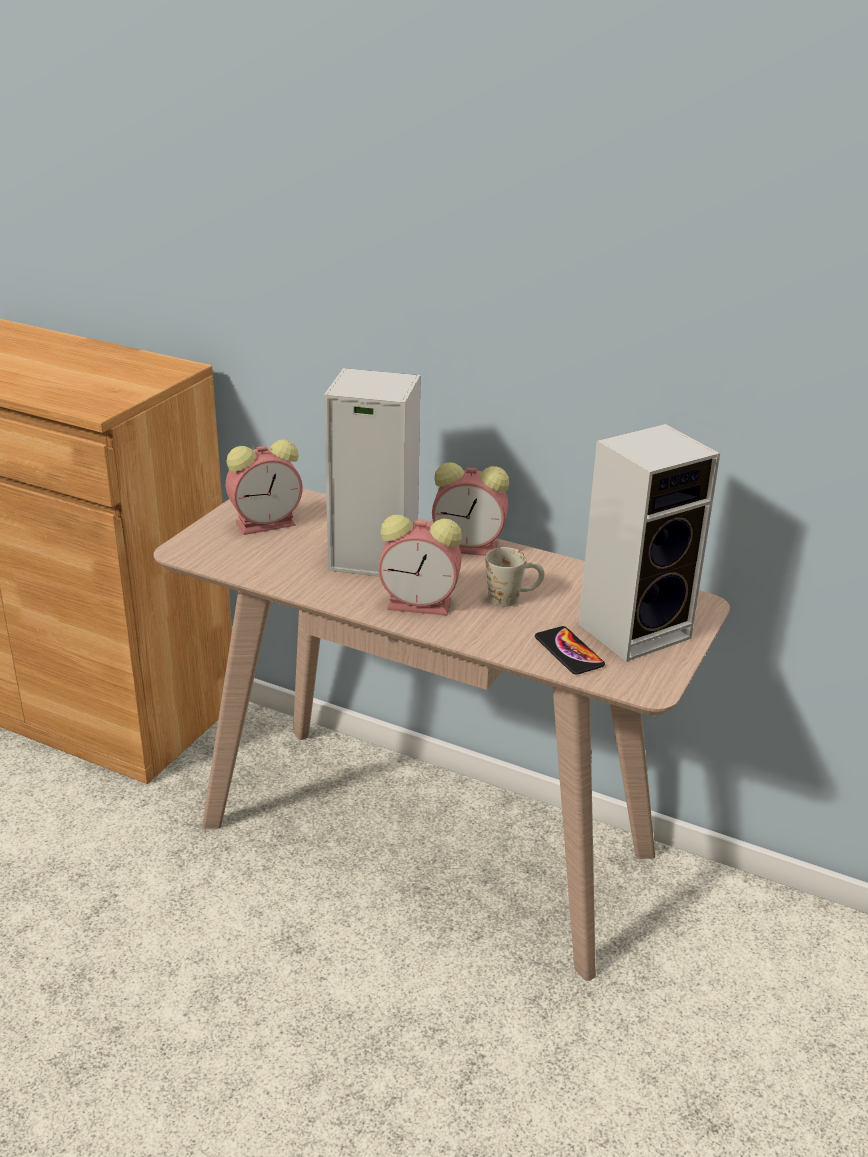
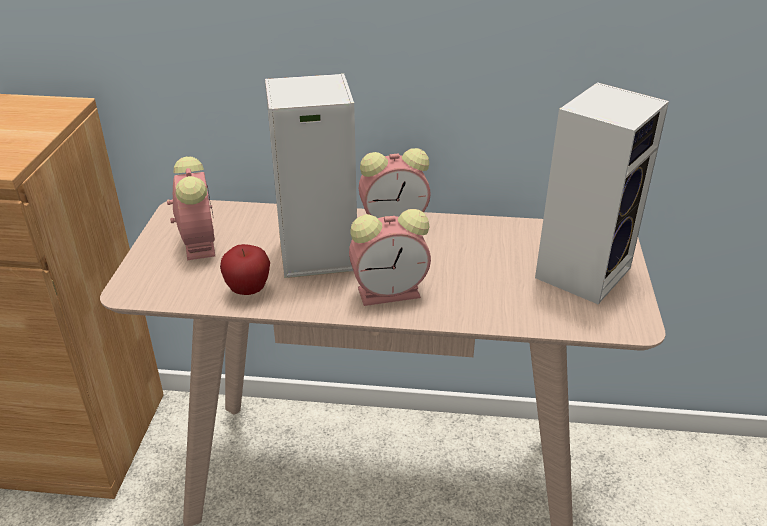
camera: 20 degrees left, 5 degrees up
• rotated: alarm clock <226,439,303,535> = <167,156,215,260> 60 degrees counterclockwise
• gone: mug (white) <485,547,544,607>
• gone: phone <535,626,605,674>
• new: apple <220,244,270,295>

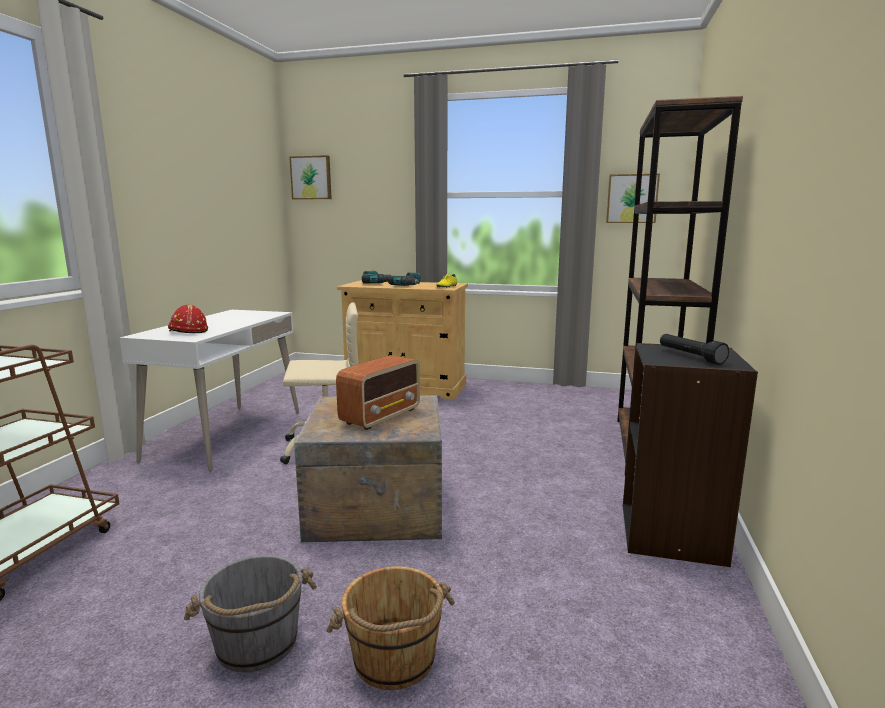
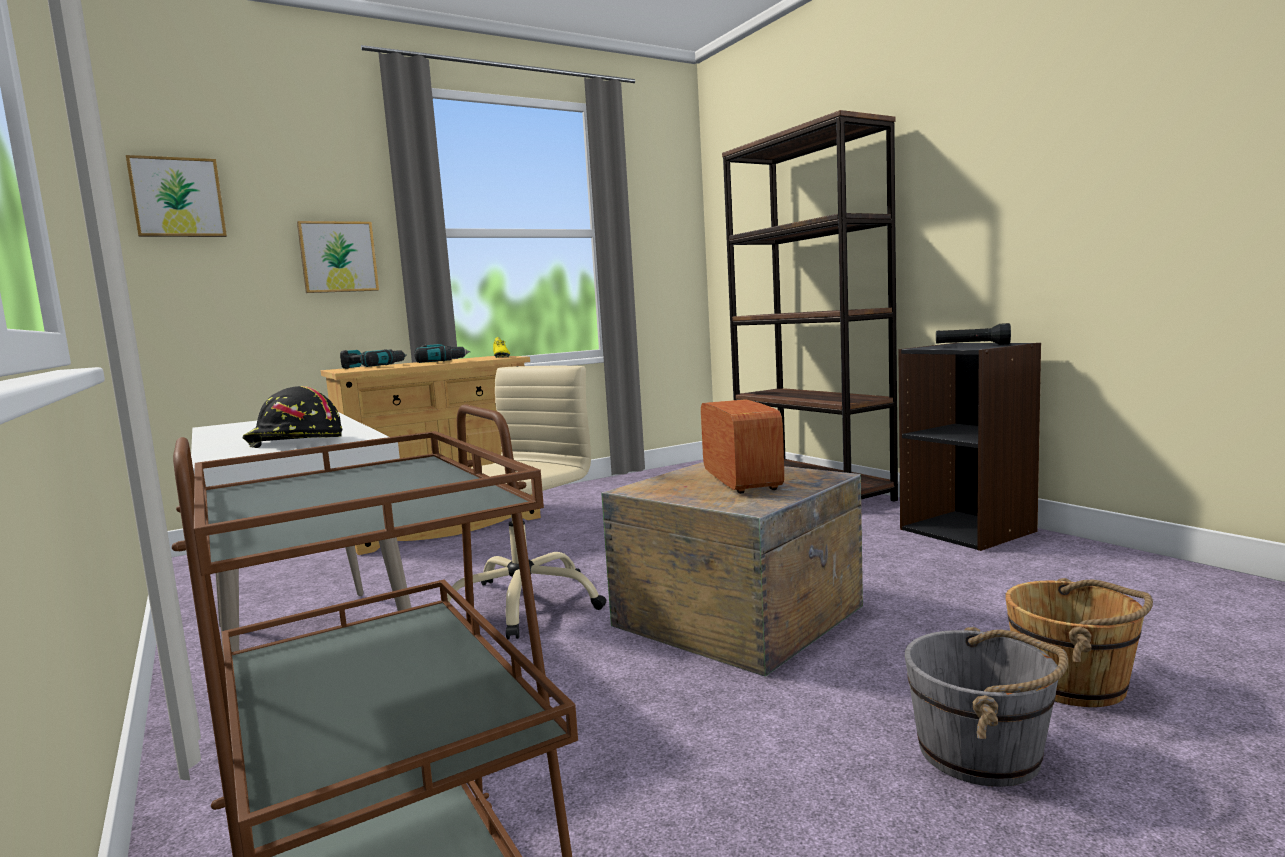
camera: 45 degrees left, 5 degrees down
• repainted: hard hat (red) <168,305,208,333> to hard hat (black) <243,386,342,448>
• shifted: picture <606,174,660,223> to <297,221,379,293>

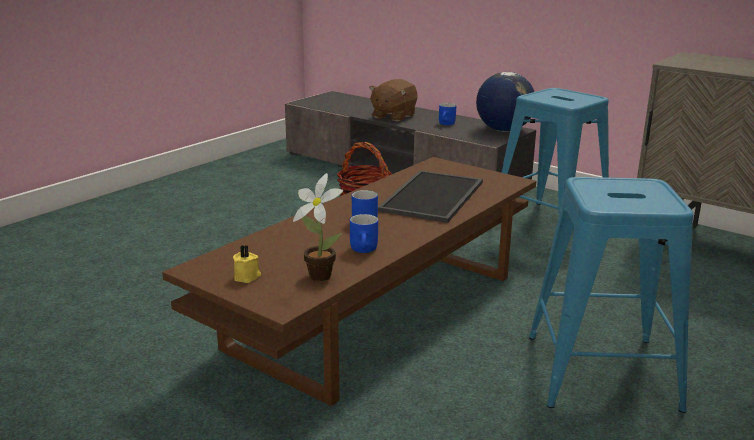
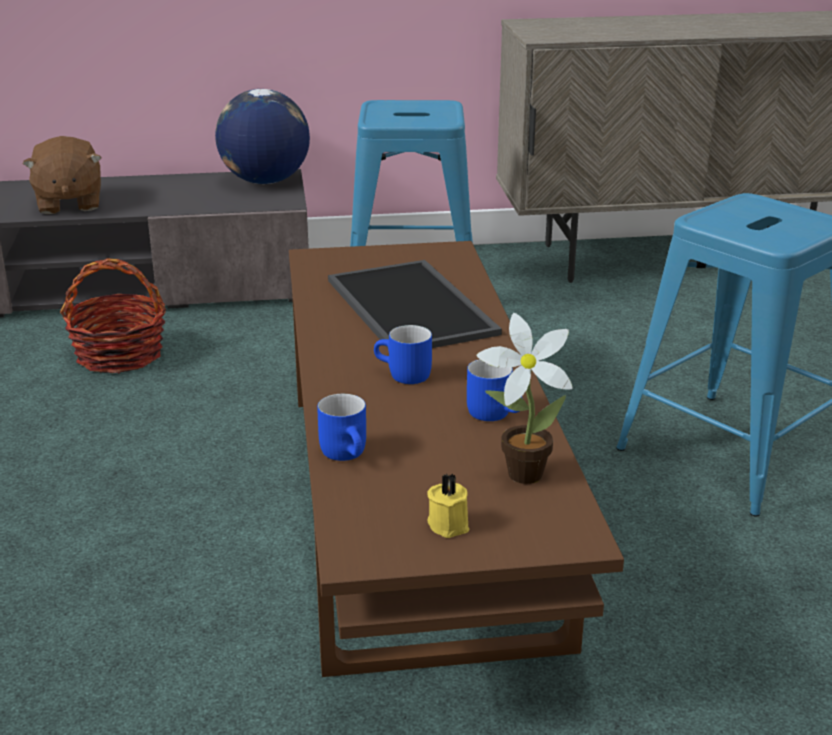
camera: 45 degrees left, 5 degrees up
• shifted: mug (blue) <439,103,456,125> to <317,394,366,461>

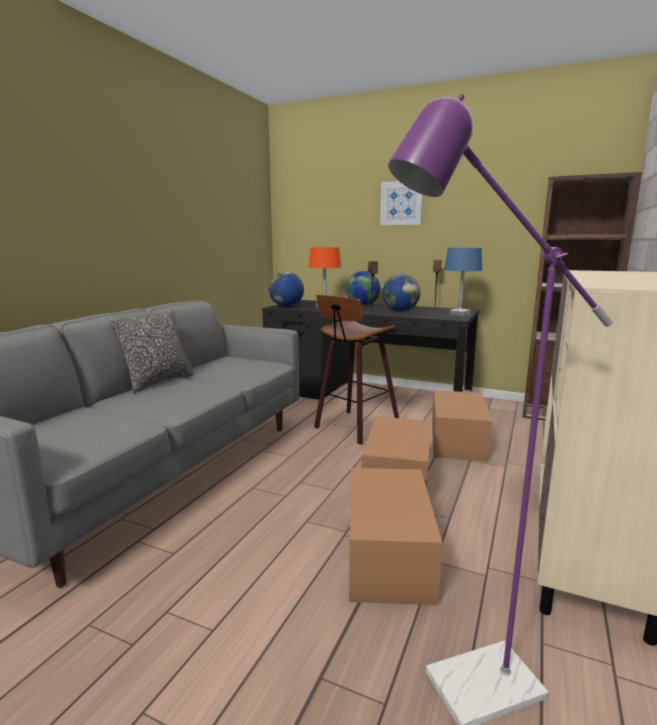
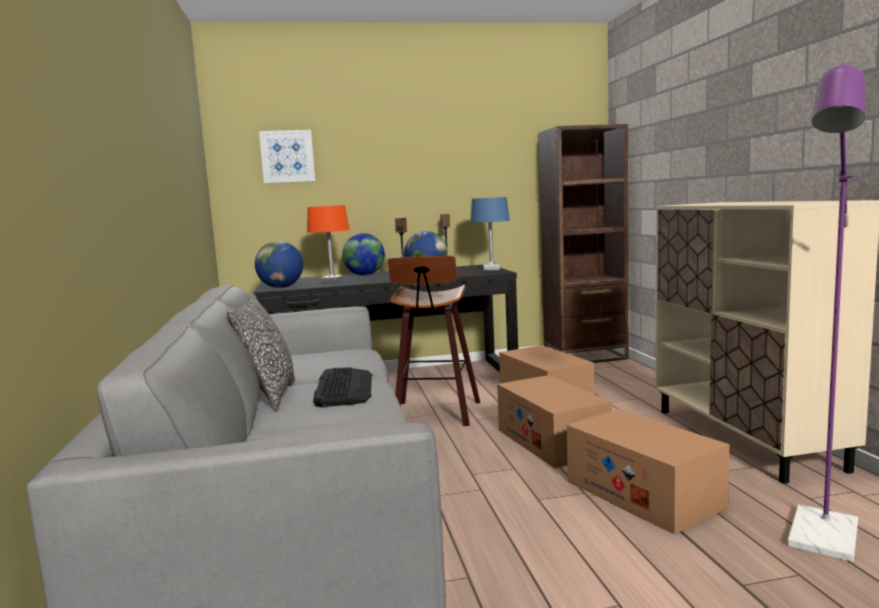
camera: 35 degrees left, 5 degrees down
• shifted: picture <380,181,423,225> to <259,130,315,183>
• new: keyboard <313,367,372,407>

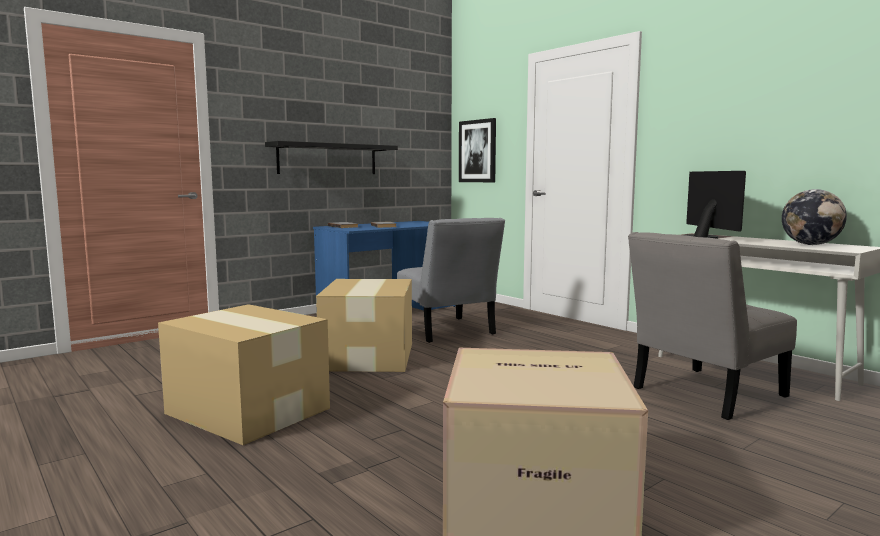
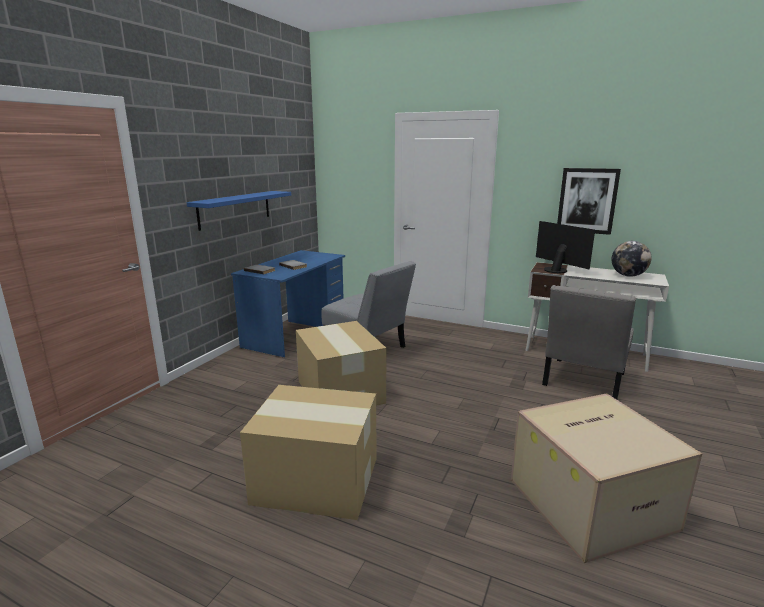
camera: 25 degrees left, 10 degrees up
• repainted: shelf (black) <265,141,398,174> to shelf (blue) <187,191,291,231>
• shifted: picture <459,118,496,182> to <557,168,621,235>

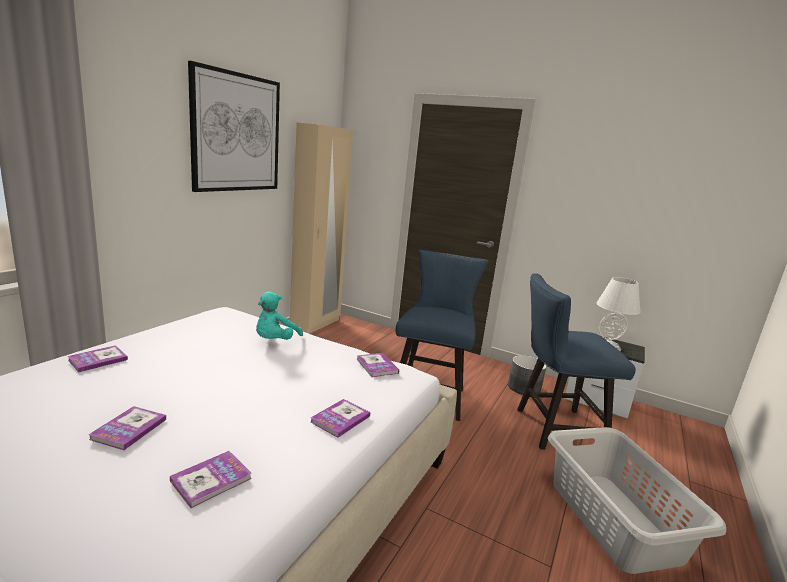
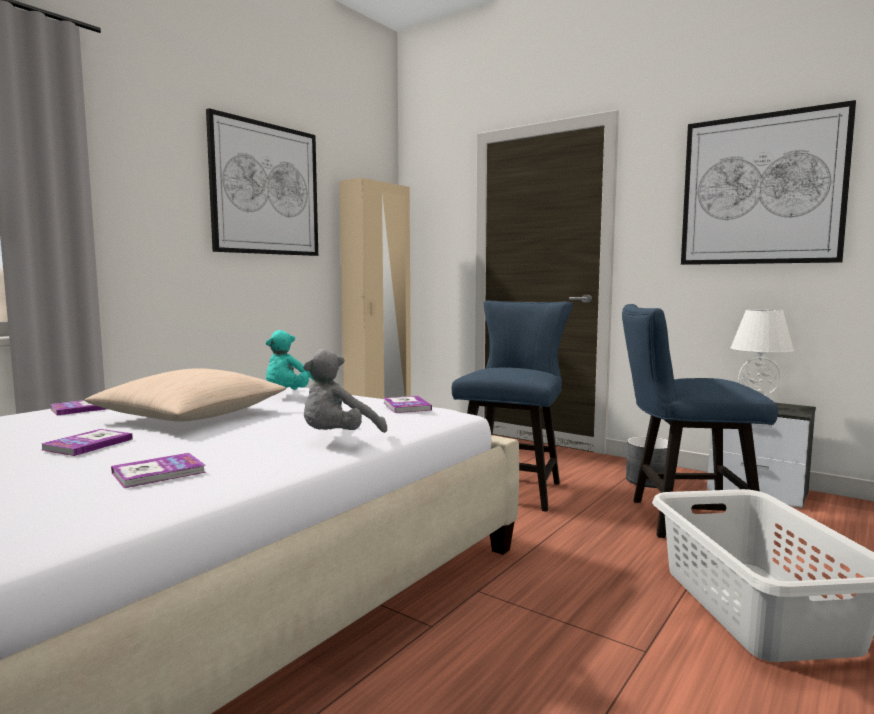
camera: 10 degrees right, 10 degrees down
• swapped: book <310,399,370,438> to plush toy (grey) <303,349,387,433>
• new: pillow (beige) <84,368,286,422>
• new: picture <681,100,856,265>

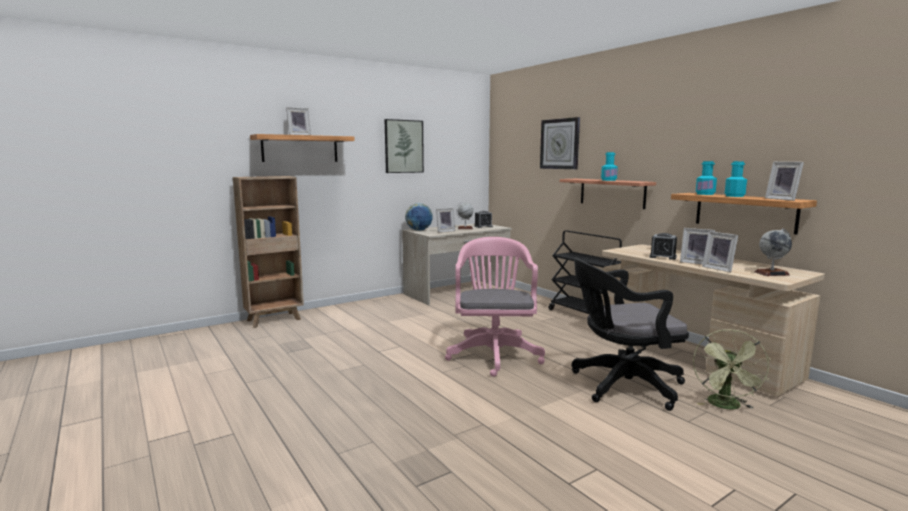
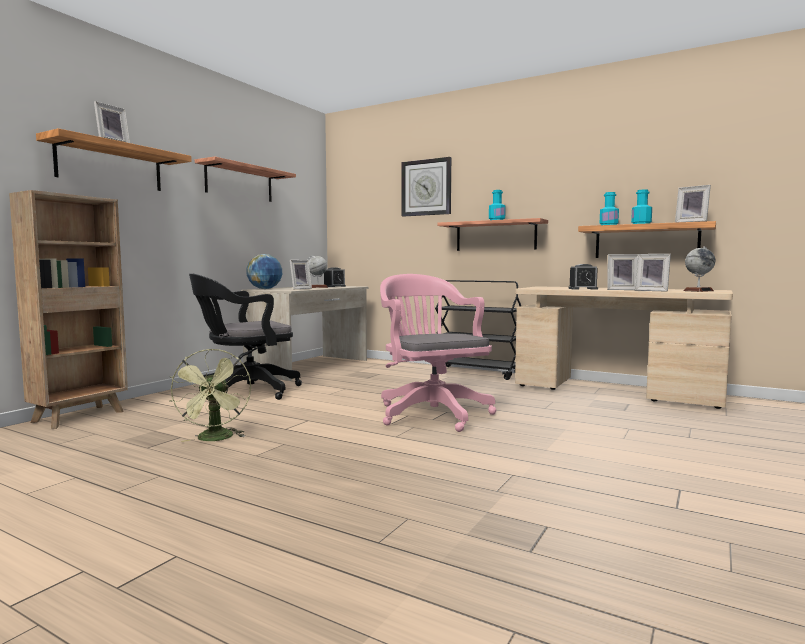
camera: 25 degrees left, 5 degrees down
• swapped: picture <385,119,424,173> to shelf <195,156,296,202>
• shifted: office chair (black) <571,257,689,411> to <189,274,302,400>
• shifted: fan (green) <693,329,771,409> to <169,348,251,442>

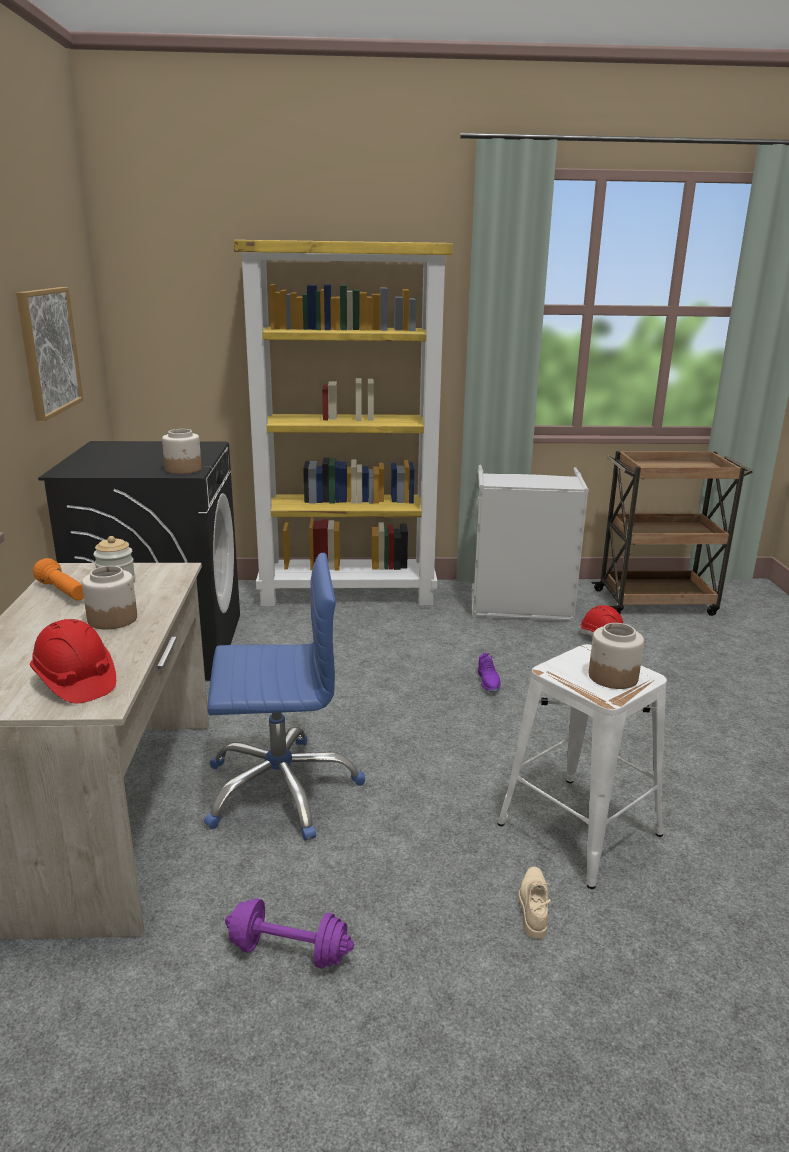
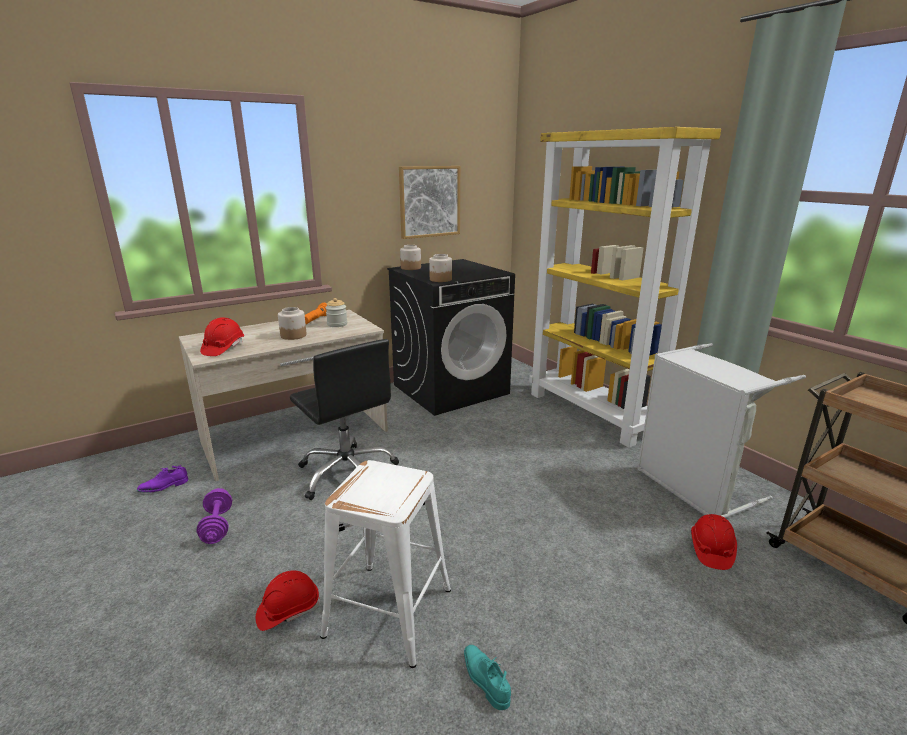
camera: 60 degrees right, 0 degrees up
• repainted: office chair (blue) <204,553,365,841> to office chair (black) <290,339,399,500>
• shifted: shoe (purple) <478,652,501,692> to <137,465,188,493>
• swapped: shoe (beige) <518,867,552,939> to hard hat (red) <256,571,320,631>
• shifted: jar <589,623,644,689> to <400,245,421,270>
• new: shoe (turquoise) <464,645,511,710>

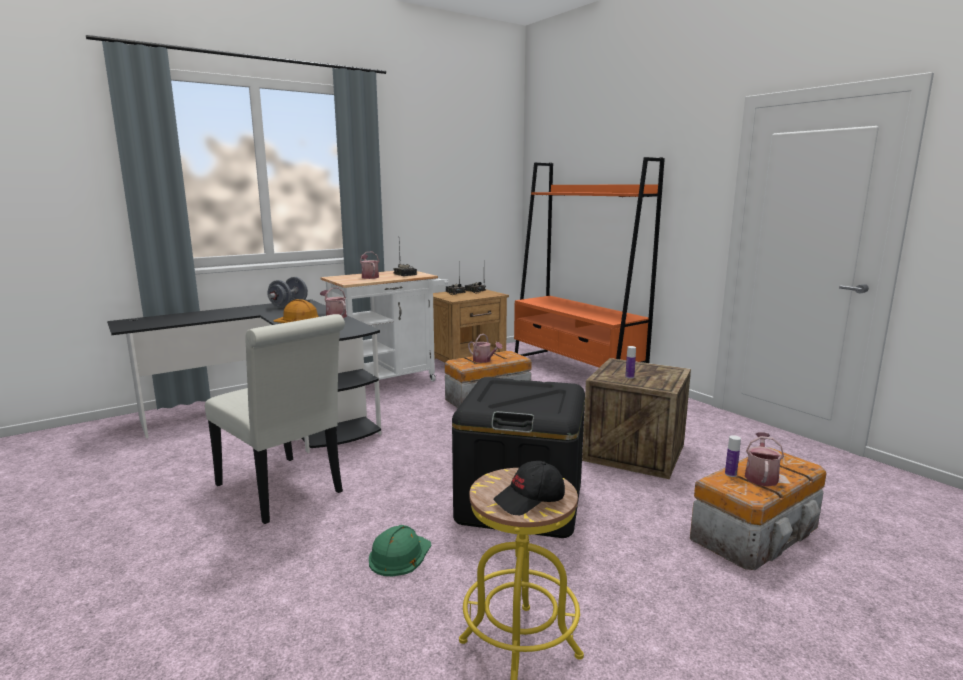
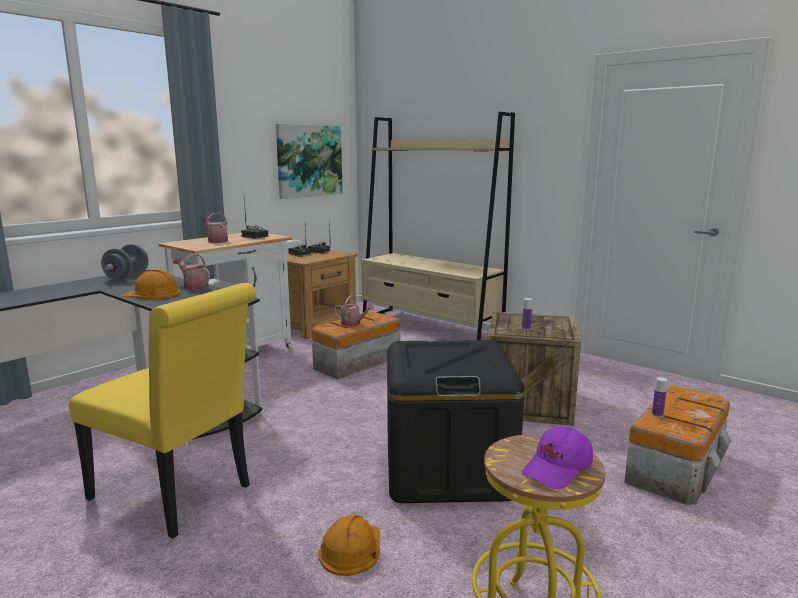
camera: 15 degrees left, 0 degrees up
• repainted: chair (white) <205,314,345,524> to chair (yellow) <69,283,256,539>
• repainted: hard hat (green) <369,525,431,576> to hard hat (orange) <318,514,380,576>
• repainted: cap (black) <493,461,565,515> to cap (purple) <522,426,593,489>
• repainted: bookcase (orange) <514,157,665,368> to bookcase (beige) <362,112,515,340>
• gone: watering can <745,432,784,487>
• new: picture <276,124,343,199>

